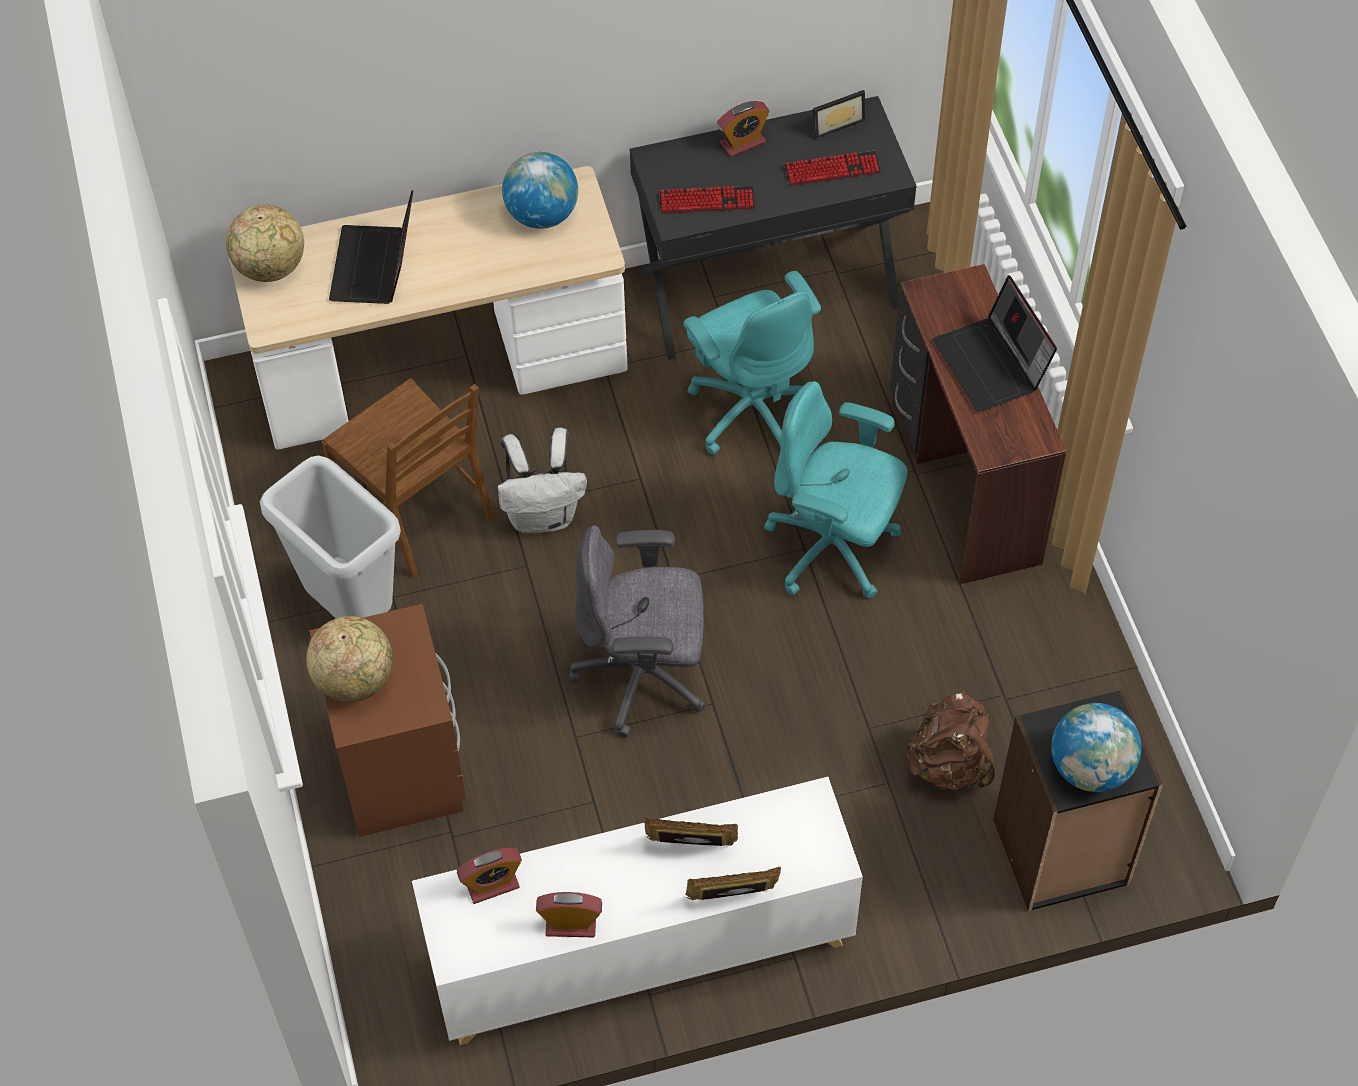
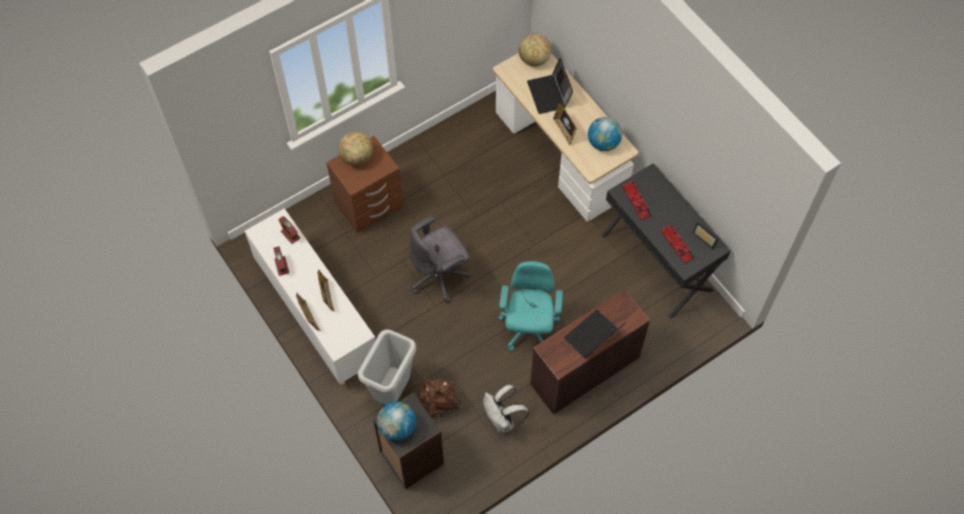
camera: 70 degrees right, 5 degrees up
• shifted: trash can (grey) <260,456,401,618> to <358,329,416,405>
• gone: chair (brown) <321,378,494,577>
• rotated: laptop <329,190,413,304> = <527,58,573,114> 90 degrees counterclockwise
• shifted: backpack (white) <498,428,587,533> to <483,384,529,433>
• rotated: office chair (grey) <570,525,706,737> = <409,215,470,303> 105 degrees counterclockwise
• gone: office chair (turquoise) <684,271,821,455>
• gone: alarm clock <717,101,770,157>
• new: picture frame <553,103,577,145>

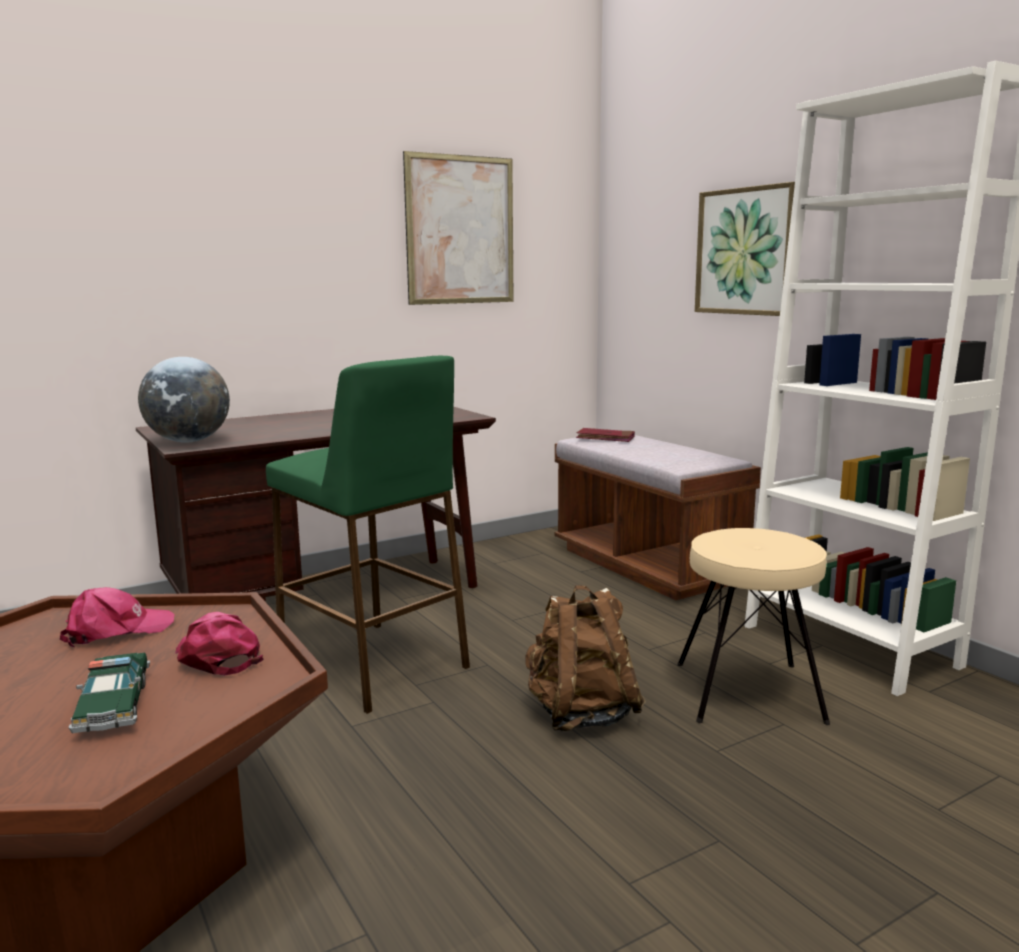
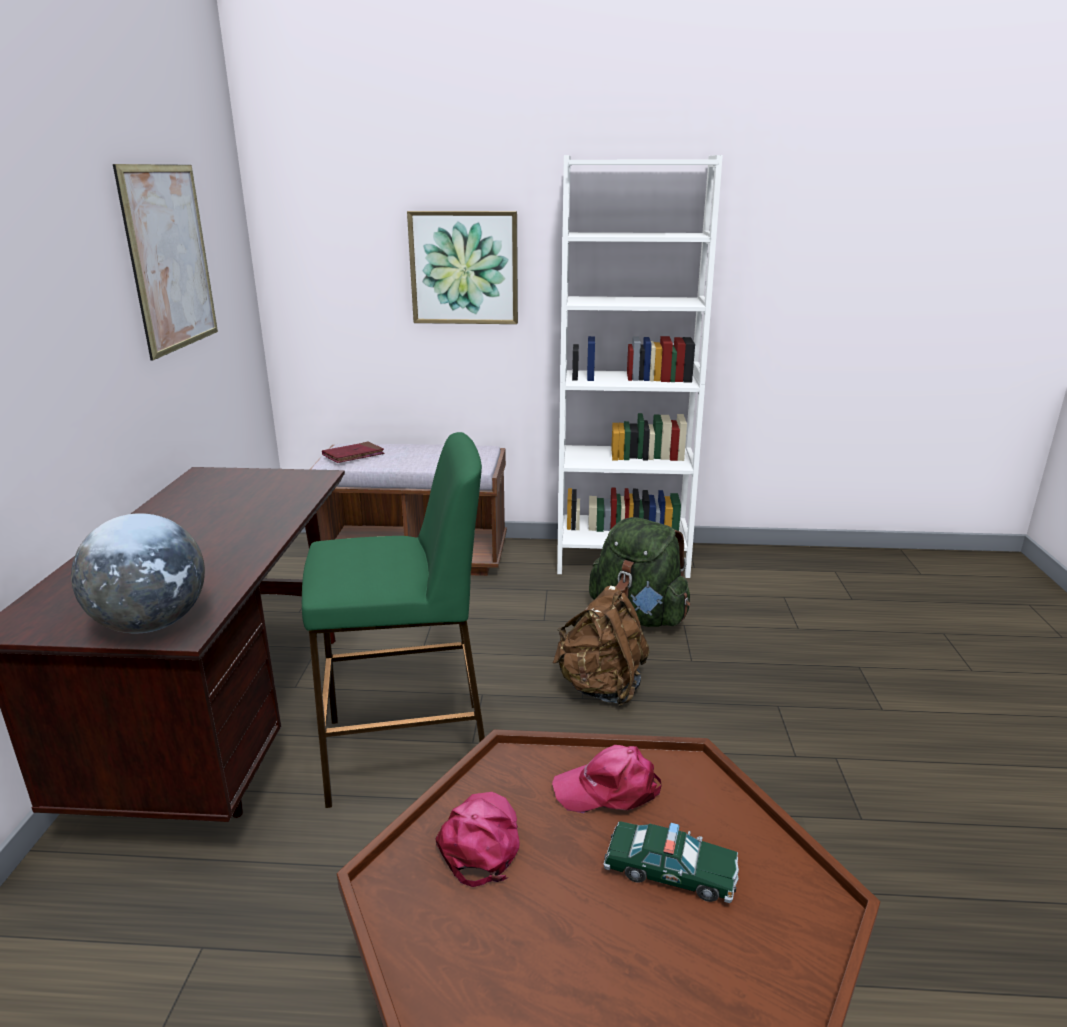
camera: 55 degrees left, 10 degrees up
• swapped: stool (beige) <677,528,830,725> to backpack (green) <589,517,690,627>

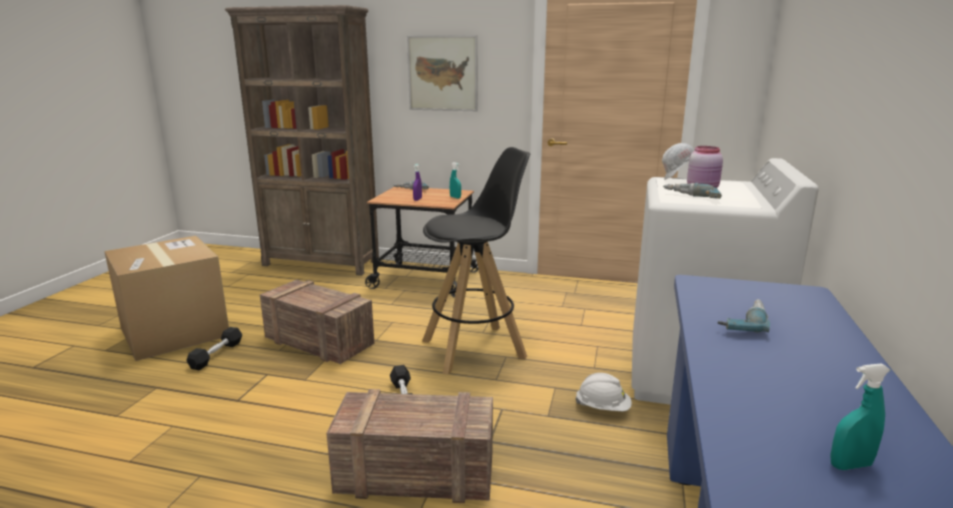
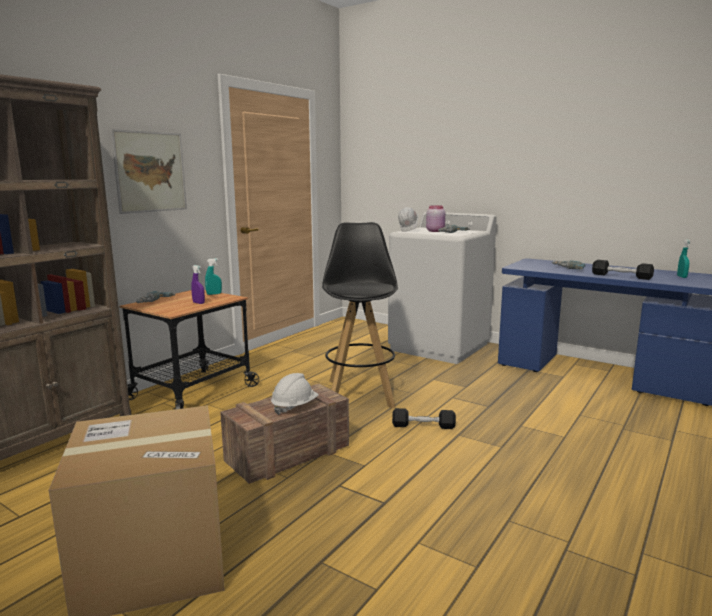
camera: 70 degrees left, 5 degrees down
• shifted: dumbbell (black) <186,327,242,370> to <592,260,654,280>
• gone: crate <326,389,493,503>
• shifted: hard hat (white) <575,373,632,411> to <271,373,319,415>

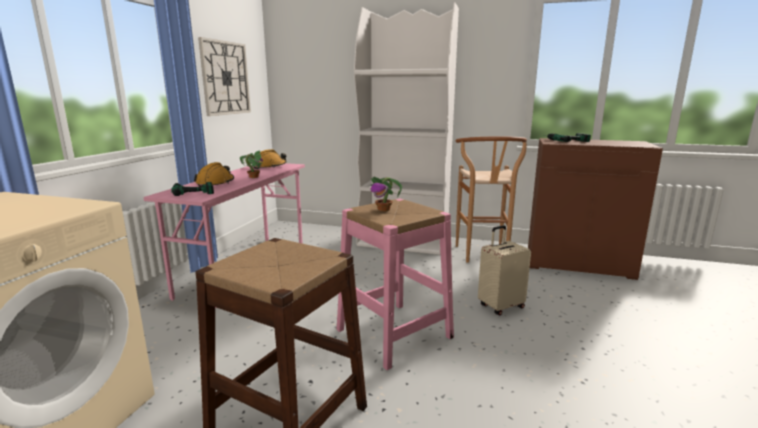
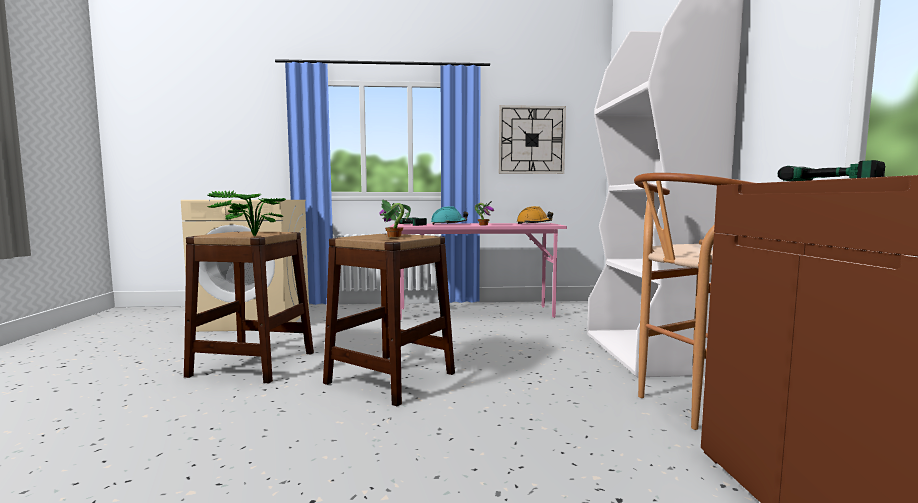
camera: 70 degrees right, 10 degrees down
• repainted: hard hat (orange) <194,162,234,187> to hard hat (turquoise) <431,206,468,225>
• repainted: stool (pink) <336,199,454,370> to stool (brown) <323,234,455,406>
• gone: suitcase (beige) <478,225,531,315>
• new: potted plant <208,190,286,236>

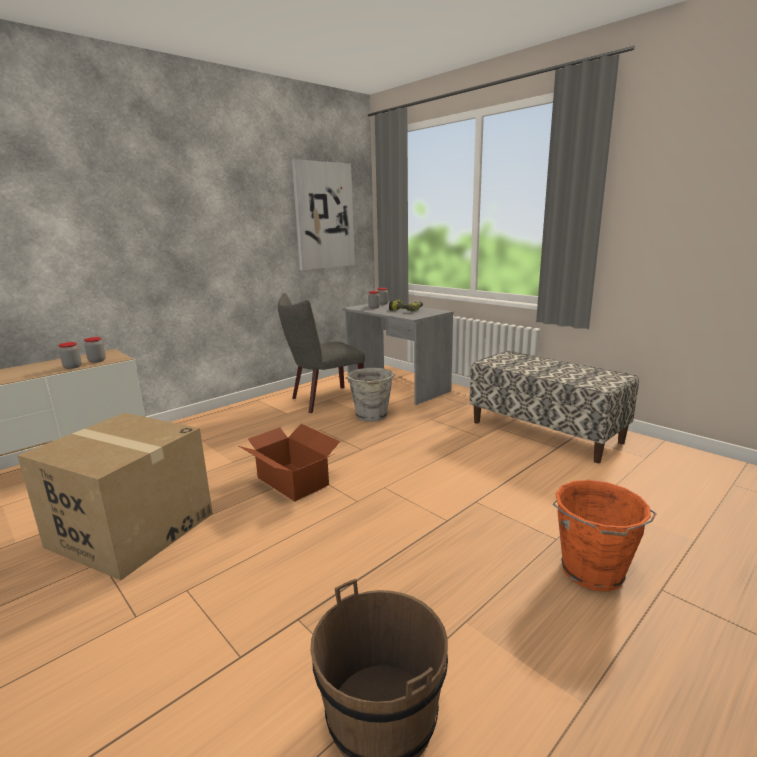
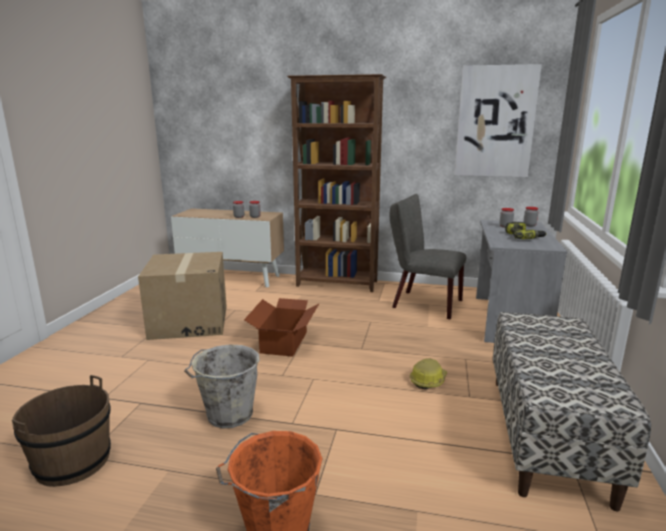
camera: 55 degrees right, 0 degrees up
• shifted: bucket (grey) <346,368,396,422> to <184,344,260,428>
• new: bookcase (brown) <287,74,386,292>
• new: hard hat <410,358,447,389>

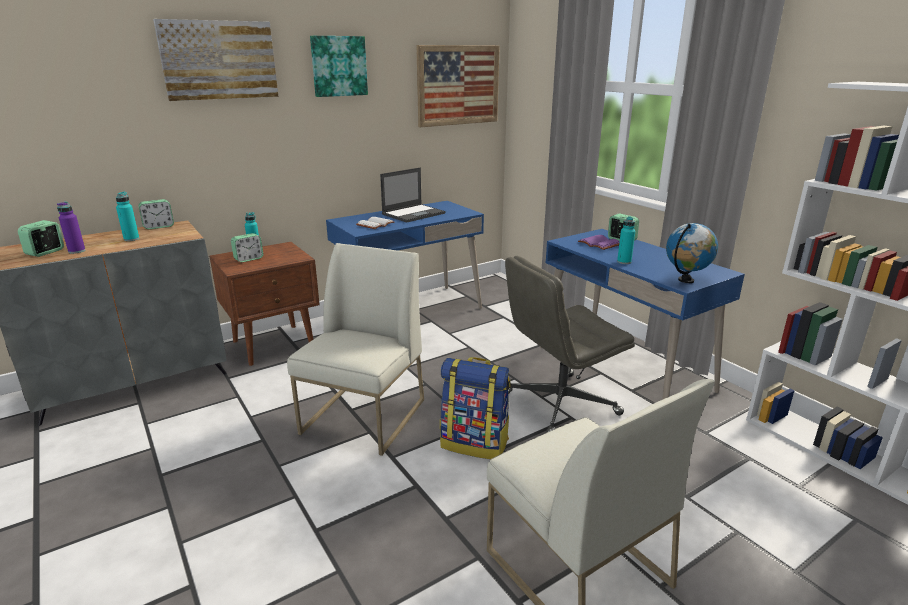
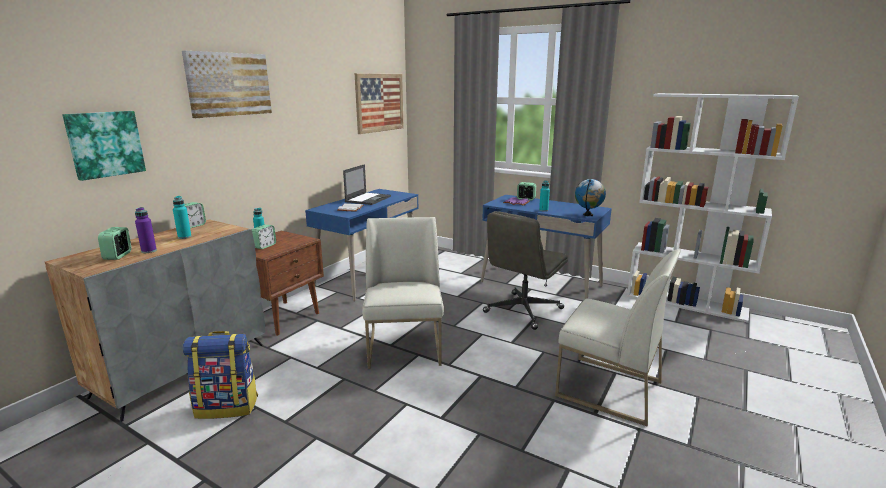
camera: 25 degrees left, 5 degrees down
• shifted: picture <310,36,368,97> to <62,111,146,181>
• shifted: backpack <440,357,510,459> to <182,331,258,419>

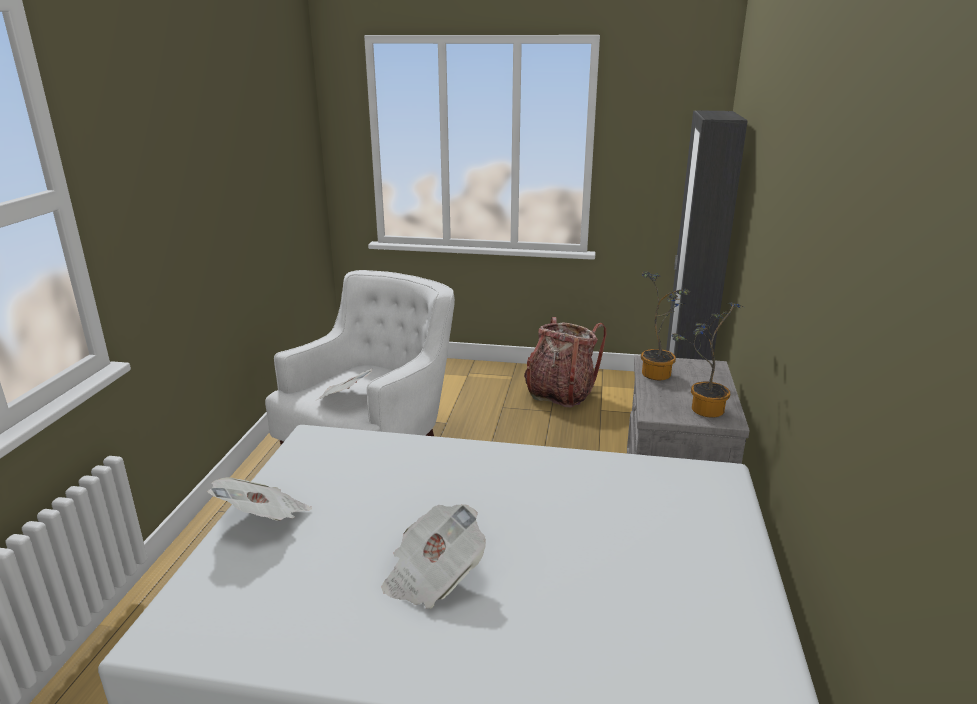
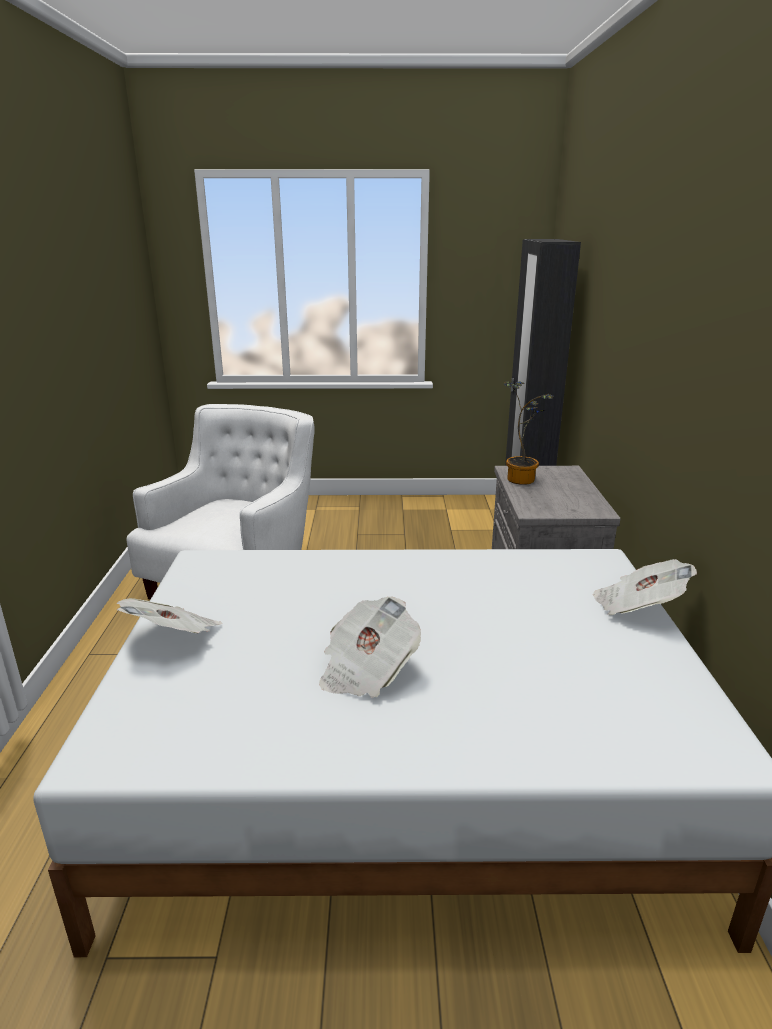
camera: 10 degrees left, 0 degrees up
• shifted: newspaper <317,369,372,400> to <593,559,697,615>
• gone: backpack <524,317,606,408>
• gone: potted plant <672,303,746,417>

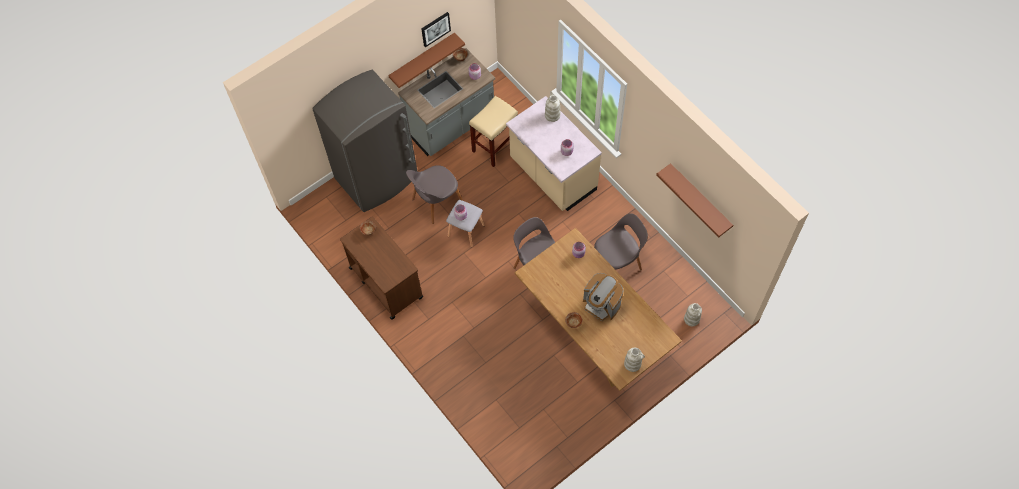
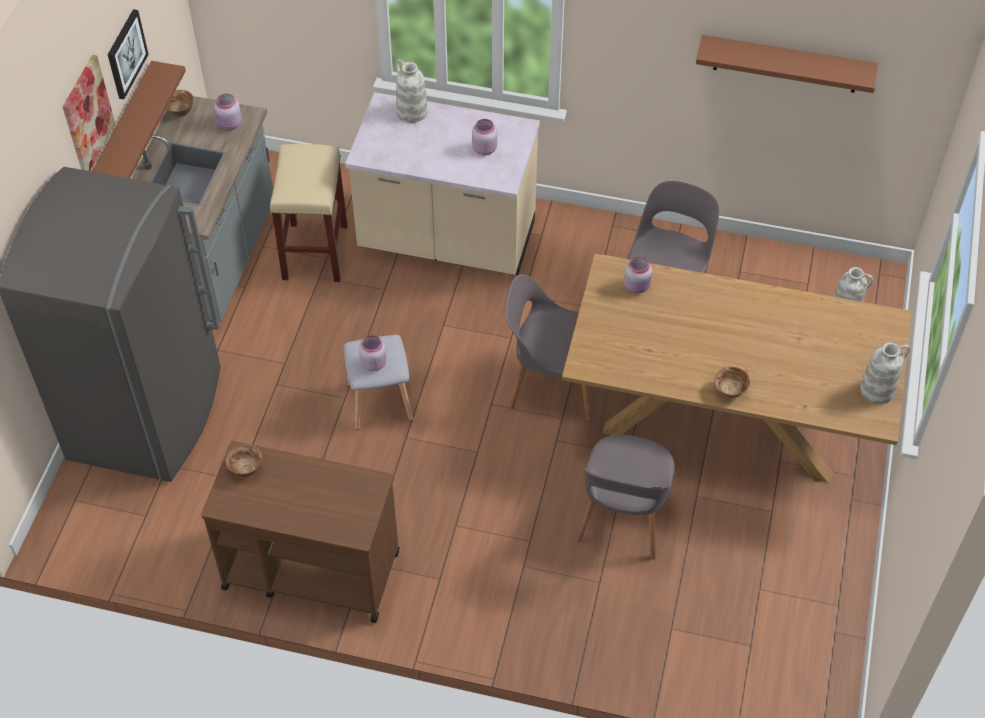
camera: 40 degrees left, 10 degrees down
• shifted: chair (grey) <406,165,463,224> to <576,435,675,560>
• gone: coffee machine <583,273,623,321>
• new: picture <63,55,115,171>

